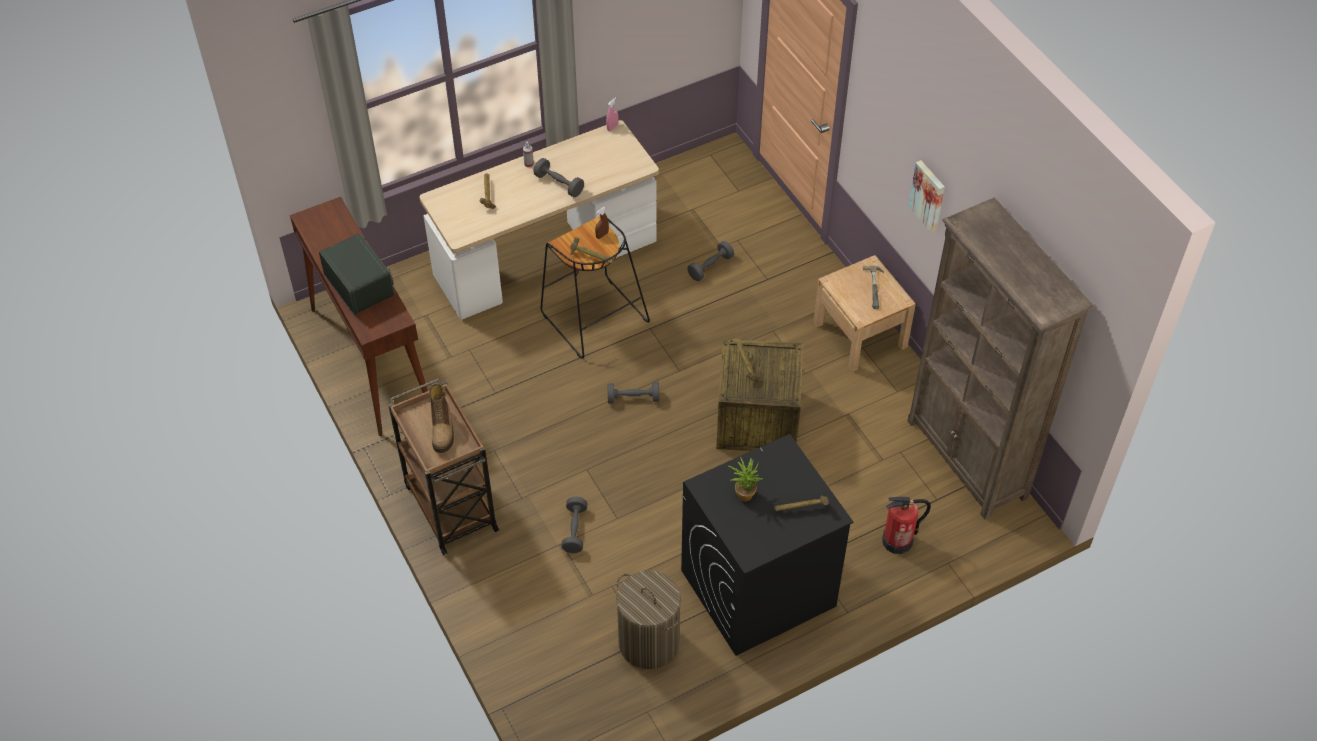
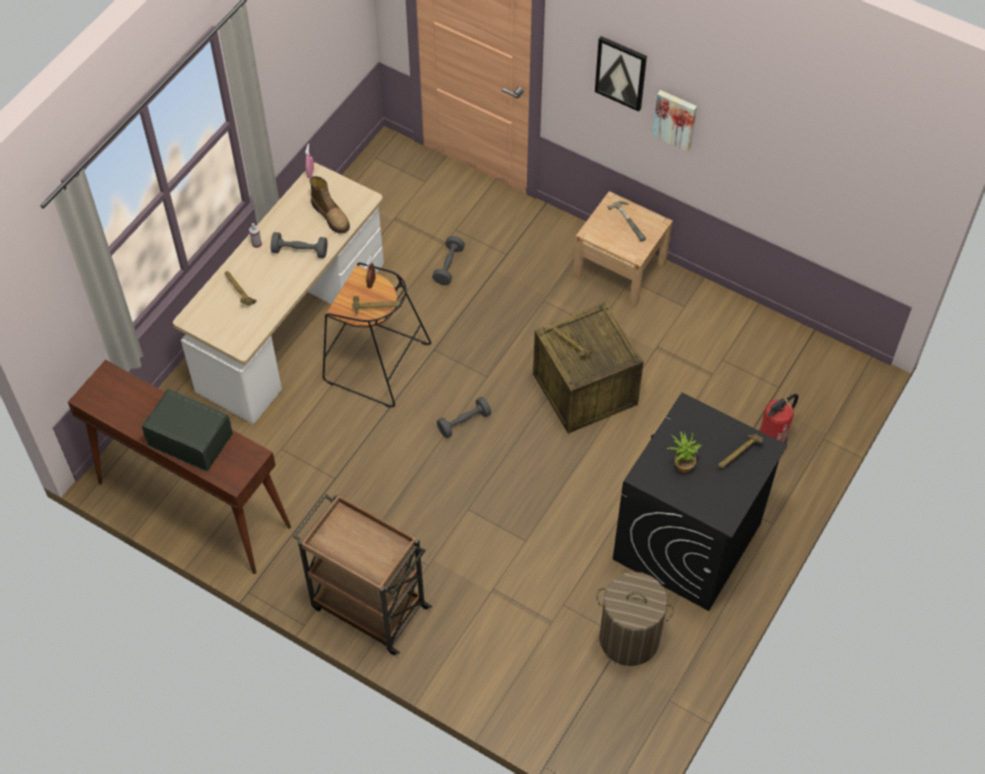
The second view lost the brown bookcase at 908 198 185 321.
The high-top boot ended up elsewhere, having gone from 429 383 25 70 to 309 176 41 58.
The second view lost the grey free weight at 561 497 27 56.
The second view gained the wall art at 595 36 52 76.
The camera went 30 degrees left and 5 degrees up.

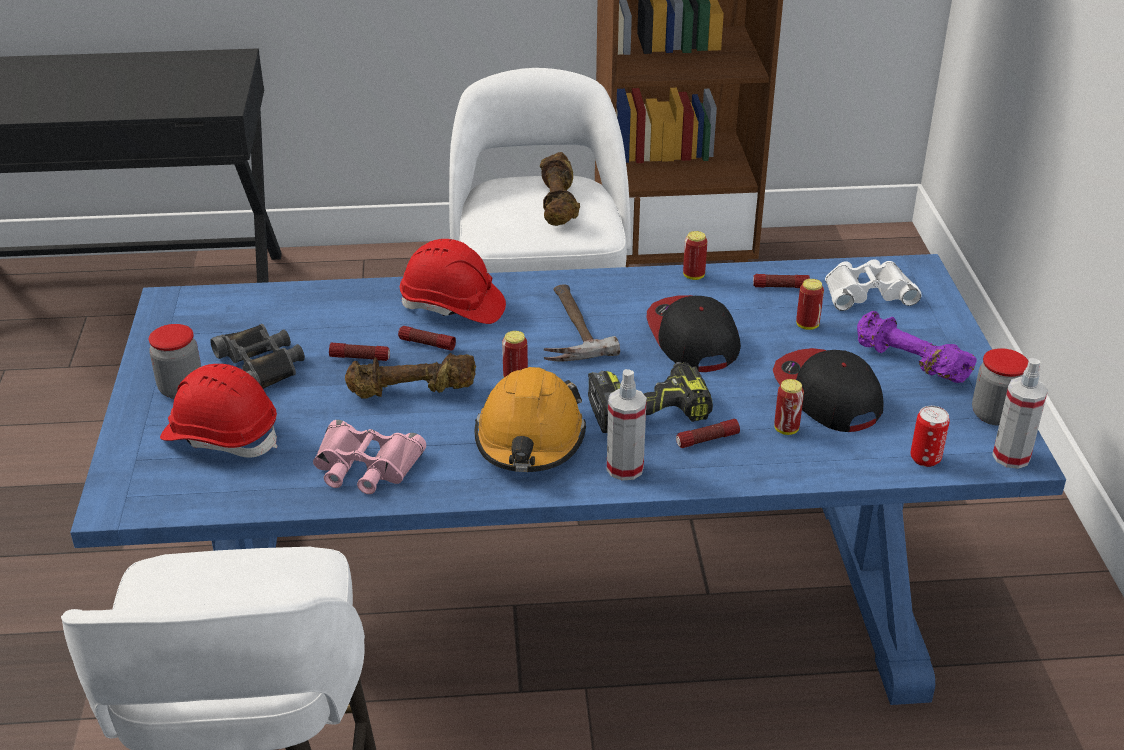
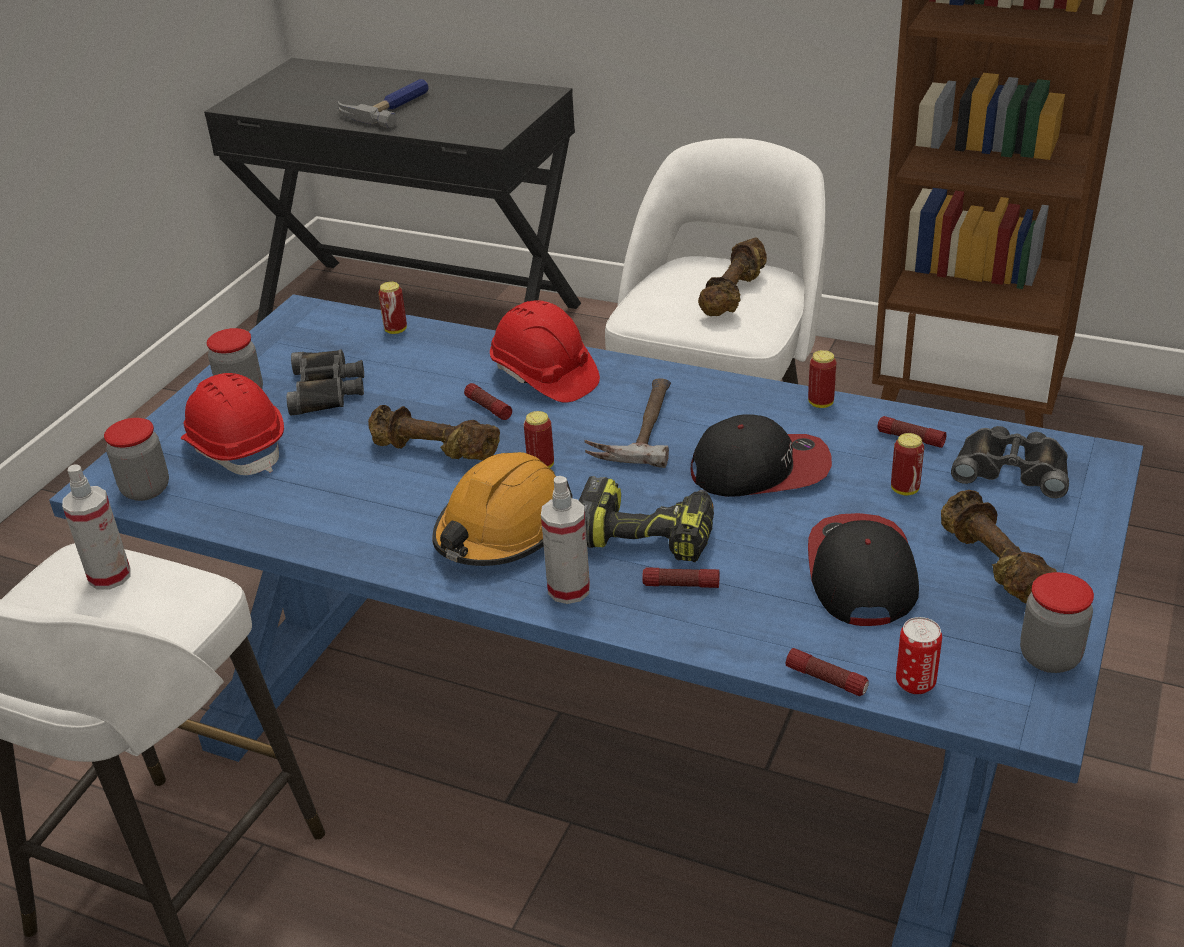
What was the whitish field glasses at 825 259 97 52 turned into the black-coloured field glasses at 951 426 118 72.
The peaked cap at 647 295 94 77 ended up facing another way, 75 degrees clockwise from before.
What was the purple free weight at 857 311 120 72 turned into the brown free weight at 941 490 116 113.
The flashlight ended up elsewhere, having gone from 329 343 61 18 to 786 648 83 48.
The hand sprayer ended up elsewhere, having gone from 992 358 56 111 to 62 464 69 126.
The can ended up elsewhere, having gone from 774 379 30 56 to 378 282 29 52.
The second view lost the pinkish field glasses at 313 420 113 74.
The second view gained the hand hammer at 338 79 91 49.
The second view gained the jar at 104 418 65 83.
The camera went 30 degrees right and 0 degrees up.

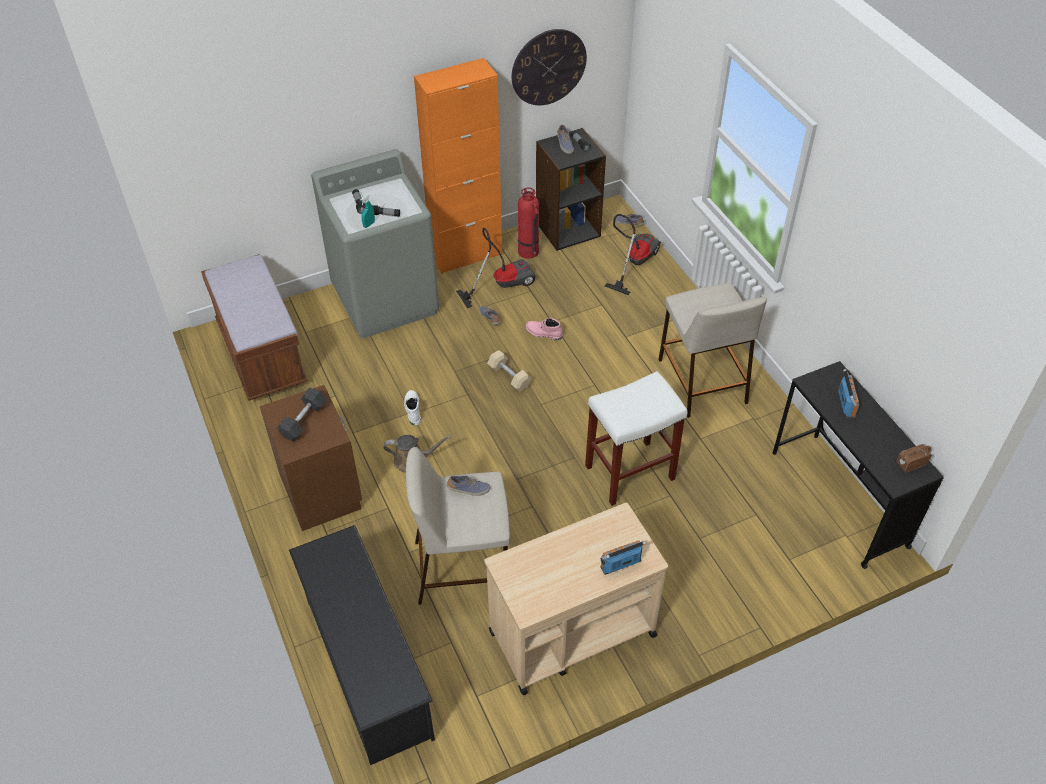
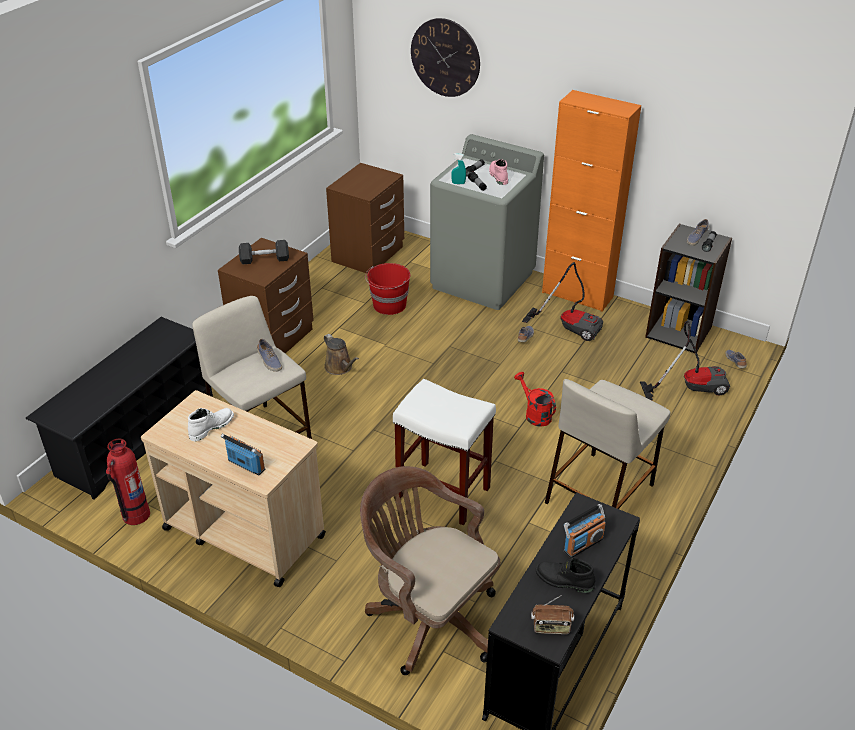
The hanging clock ended up elsewhere, having gone from 512 29 75 76 to 411 18 69 79.
The fire-fighting cylinder ended up elsewhere, having gone from 518 188 21 71 to 106 439 44 86.
Where the brown bench stood at 201 254 107 147, the brown night table came to stand at 326 163 78 110.
The pinkish high-top boot ended up elsewhere, having gone from 526 317 37 23 to 489 159 19 26.
The second view lost the beige-coloured free weight at 487 350 45 42.
The whitish high-top boot ended up elsewhere, having gone from 404 390 17 35 to 188 408 46 33.
The radio receiver at 897 444 35 28 ended up facing another way, 150 degrees clockwise from before.
The second view gained the red-coloured bucket at 365 263 46 52.
The second view gained the red-coloured watering pot at 514 372 42 55.
The second view gained the brown desk chair at 360 466 140 209.
The second view gained the black-coloured high-top boot at 536 557 59 36.
The camera went 55 degrees right and 10 degrees down.

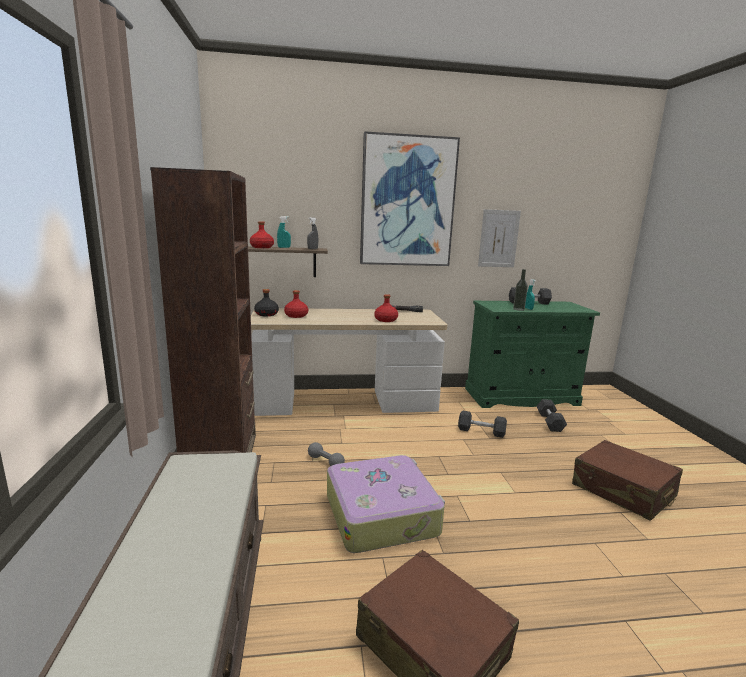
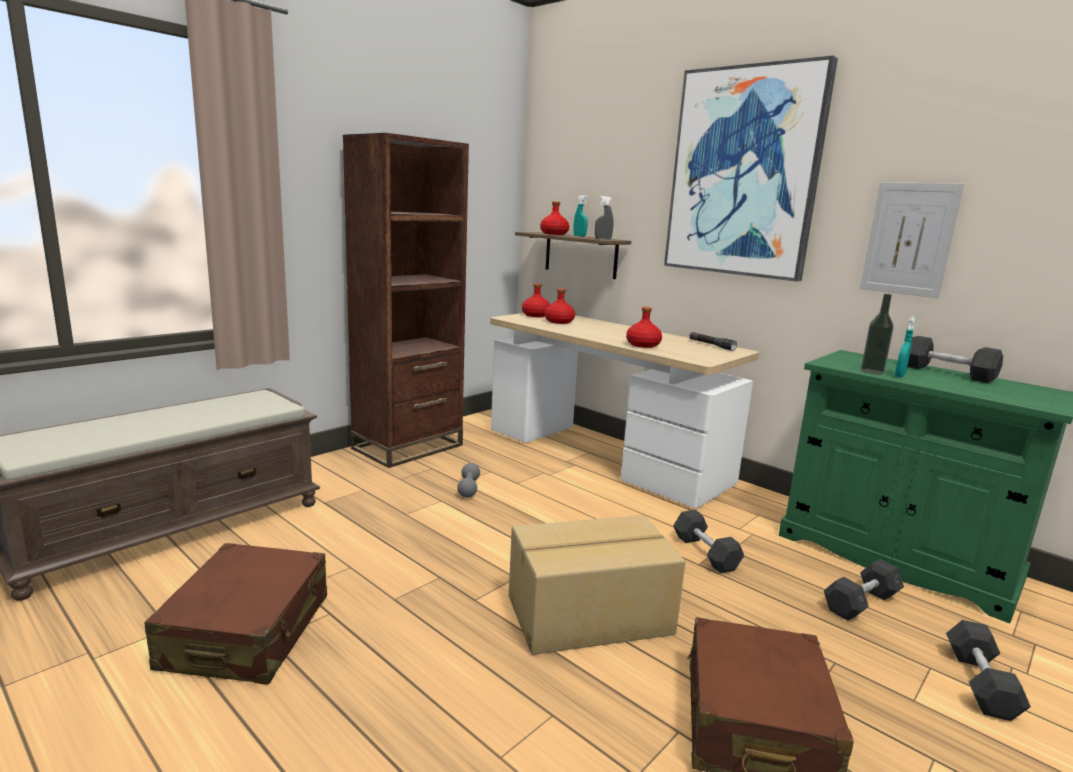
What was the black-coloured bottle at 254 289 25 27 turned into the red-coloured bottle at 522 284 28 33.
The second view lost the travel case at 327 455 118 98.
The second view gained the cardboard box at 509 515 176 140.
The second view gained the grey free weight at 946 620 85 101.
The camera went 50 degrees right and 0 degrees up.

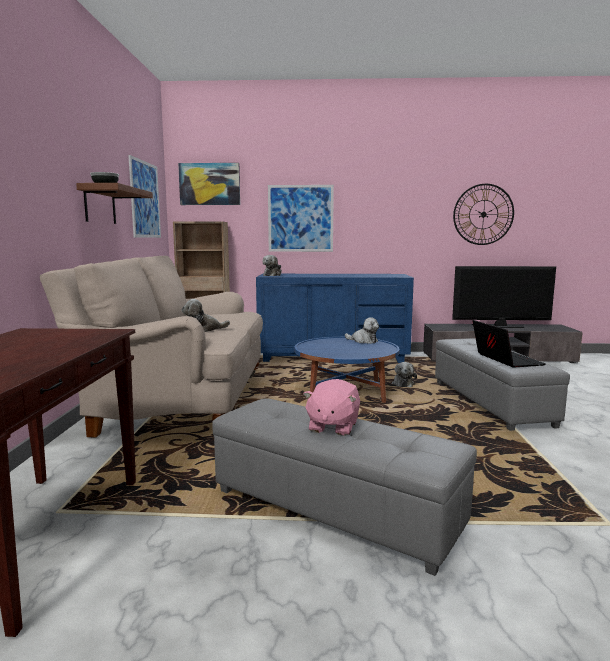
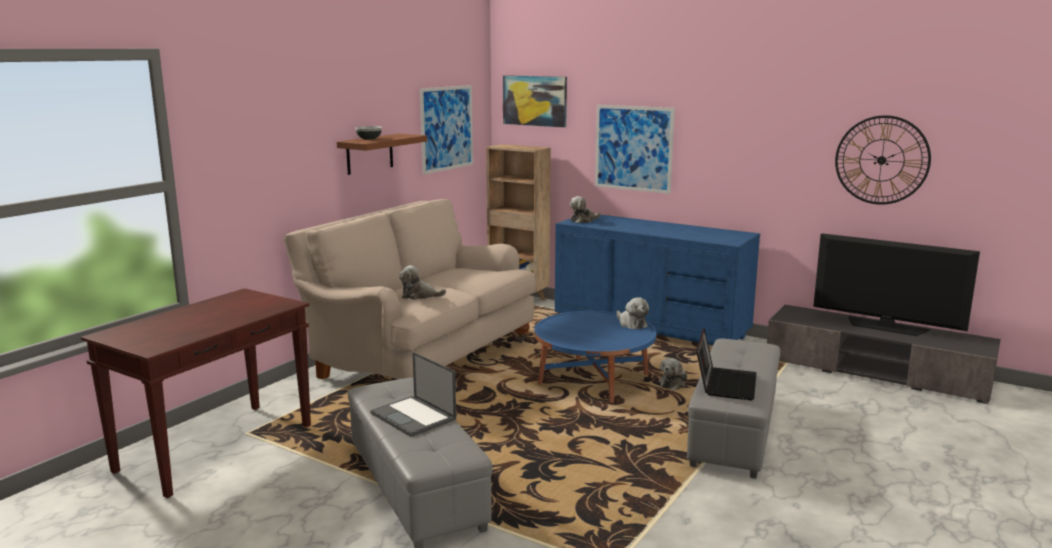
Where the pinkish soft toy stood at 303 379 57 57, the notebook computer came to stand at 370 352 86 85.
The camera went 30 degrees right and 5 degrees up.

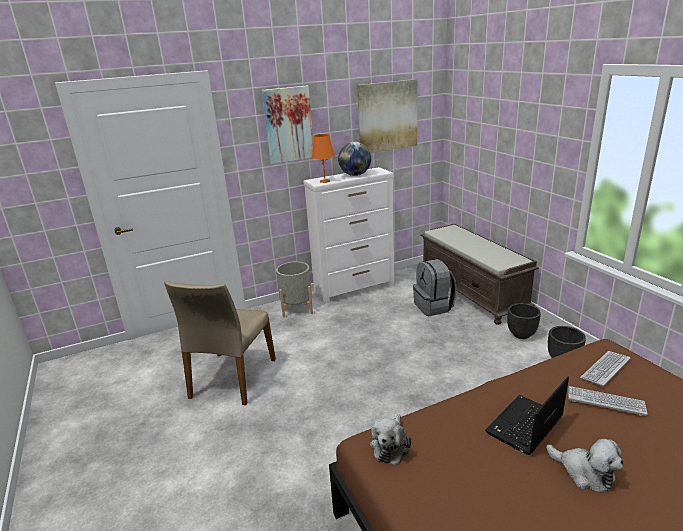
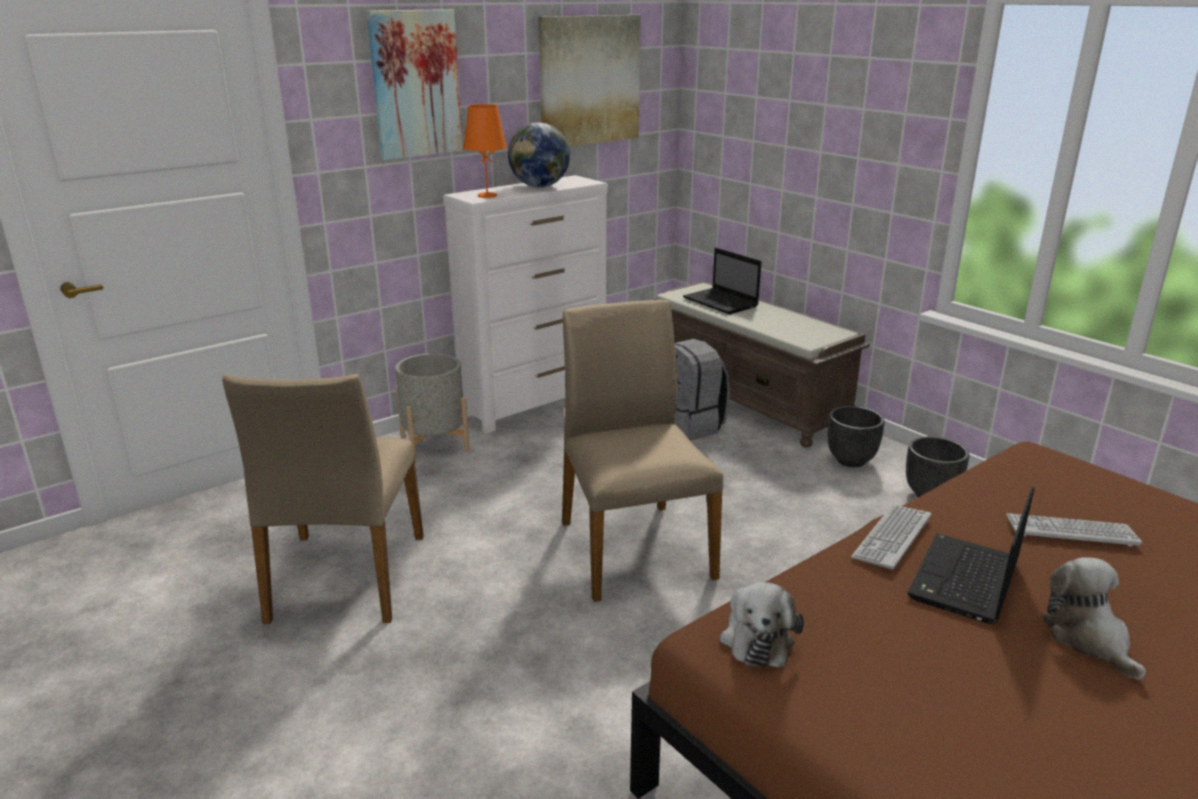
The keyboard ended up elsewhere, having gone from 580 351 51 36 to 851 505 80 65.
The soft toy at 546 439 77 53 ended up facing another way, 135 degrees counterclockwise from before.
The second view gained the notebook computer at 683 248 78 66.
The second view gained the beige-coloured upright chair at 562 300 161 302.
The camera went 15 degrees left and 0 degrees up.

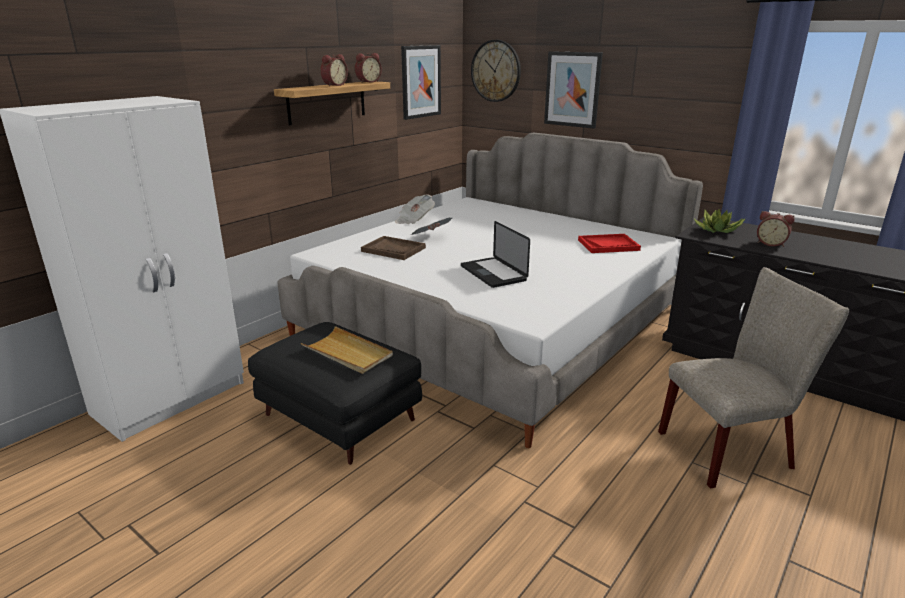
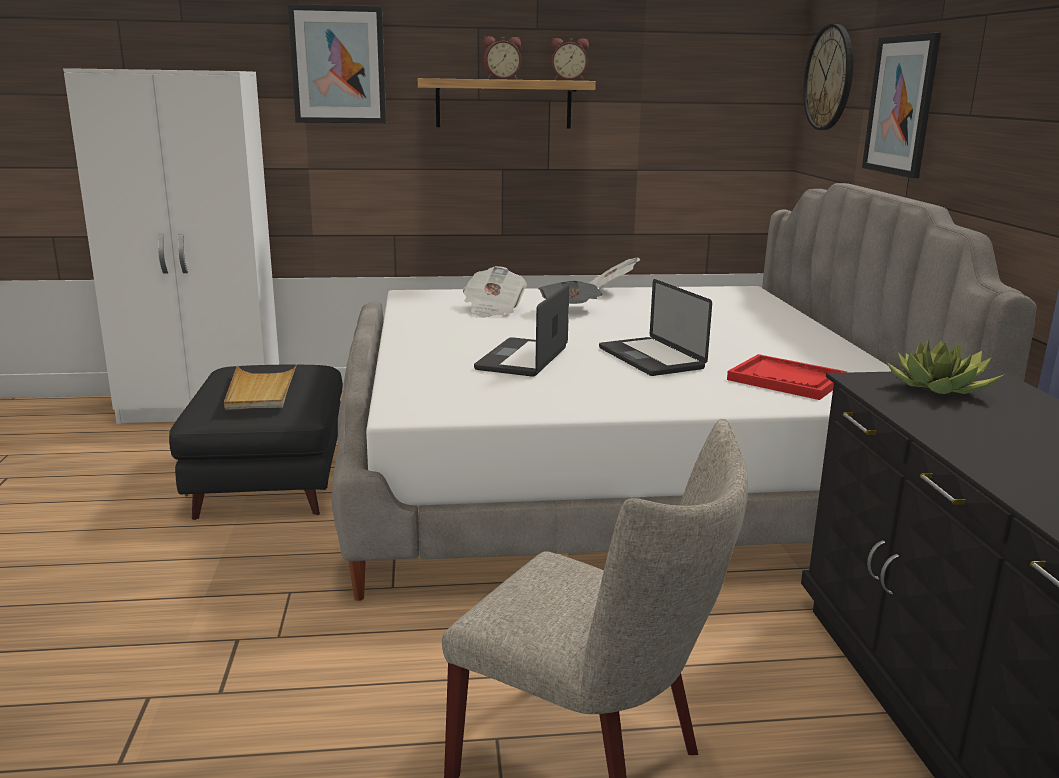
The wall art ended up elsewhere, having gone from 401 45 40 75 to 287 4 99 119.
The second view lost the bedside clock at 757 211 38 36.
Where the brown tray stood at 361 236 65 24, the daily paper came to stand at 463 266 64 52.
The second view gained the notebook computer at 599 279 113 97.
The camera went 45 degrees right and 5 degrees down.

